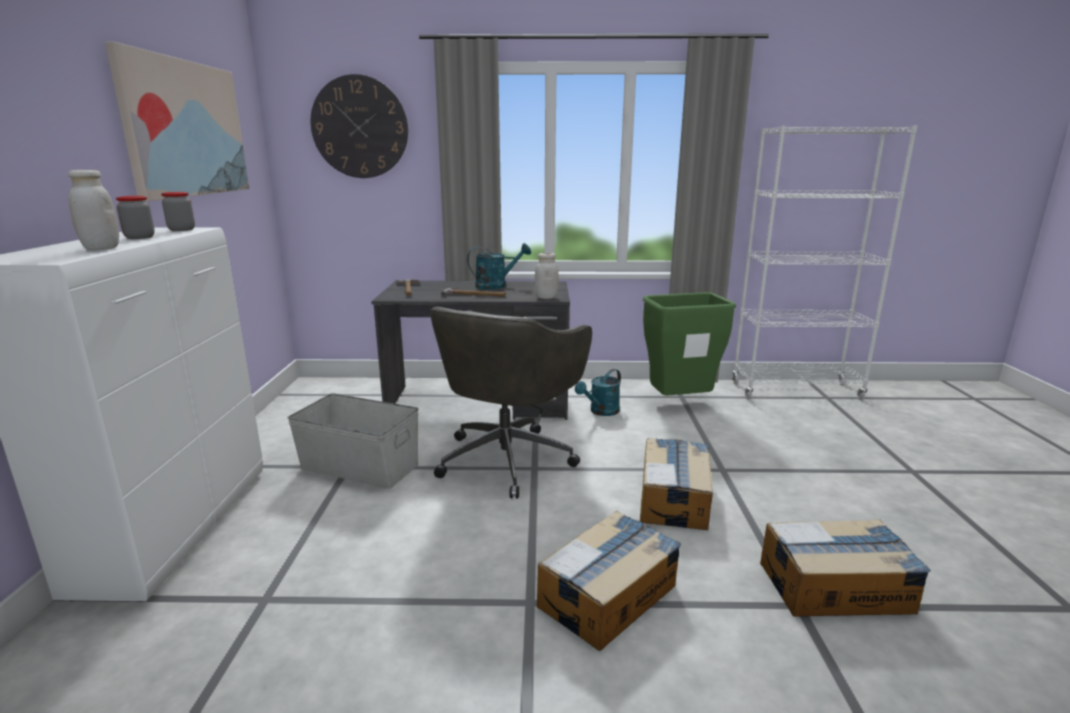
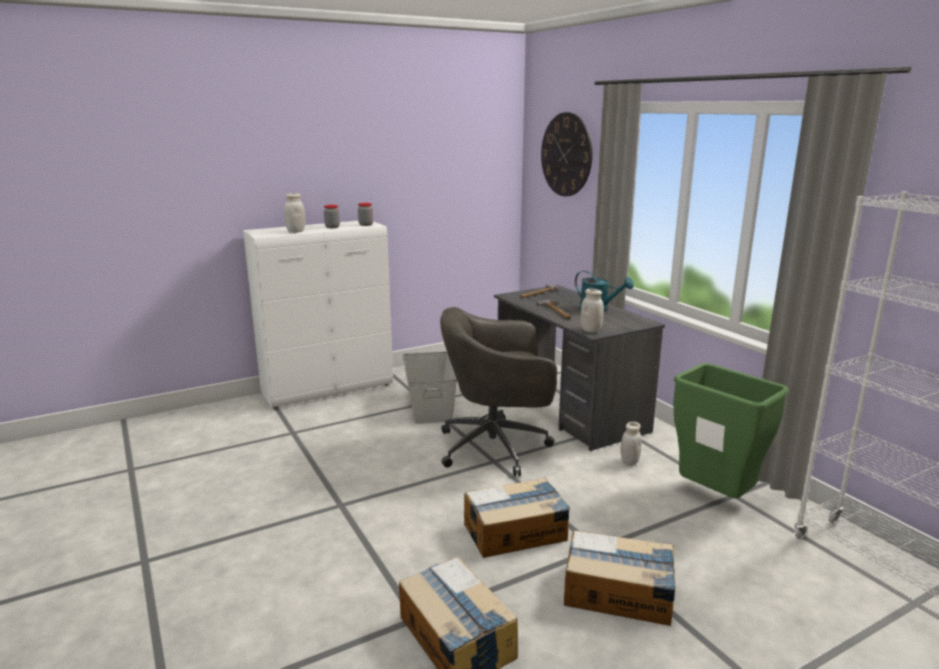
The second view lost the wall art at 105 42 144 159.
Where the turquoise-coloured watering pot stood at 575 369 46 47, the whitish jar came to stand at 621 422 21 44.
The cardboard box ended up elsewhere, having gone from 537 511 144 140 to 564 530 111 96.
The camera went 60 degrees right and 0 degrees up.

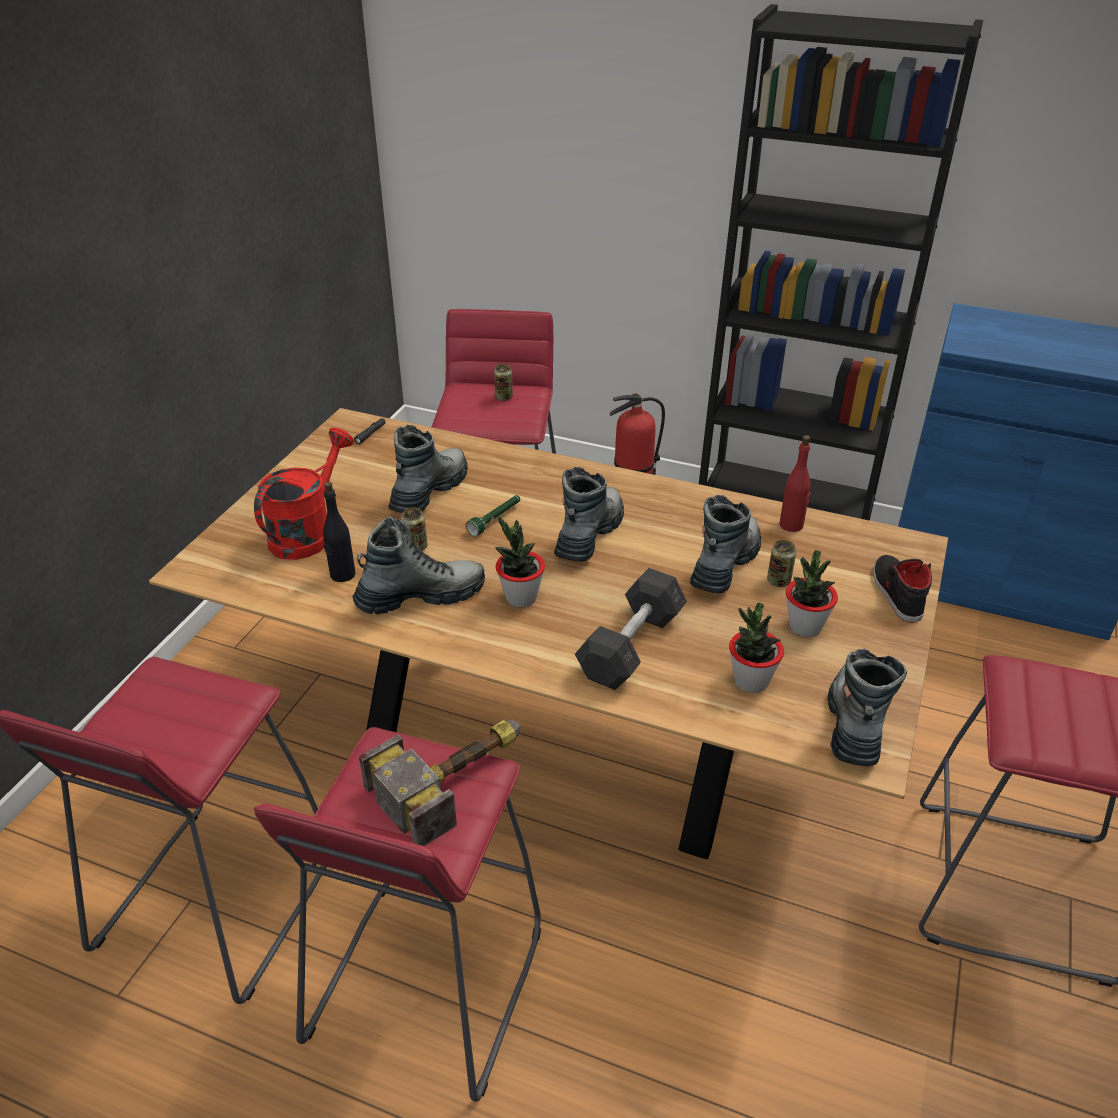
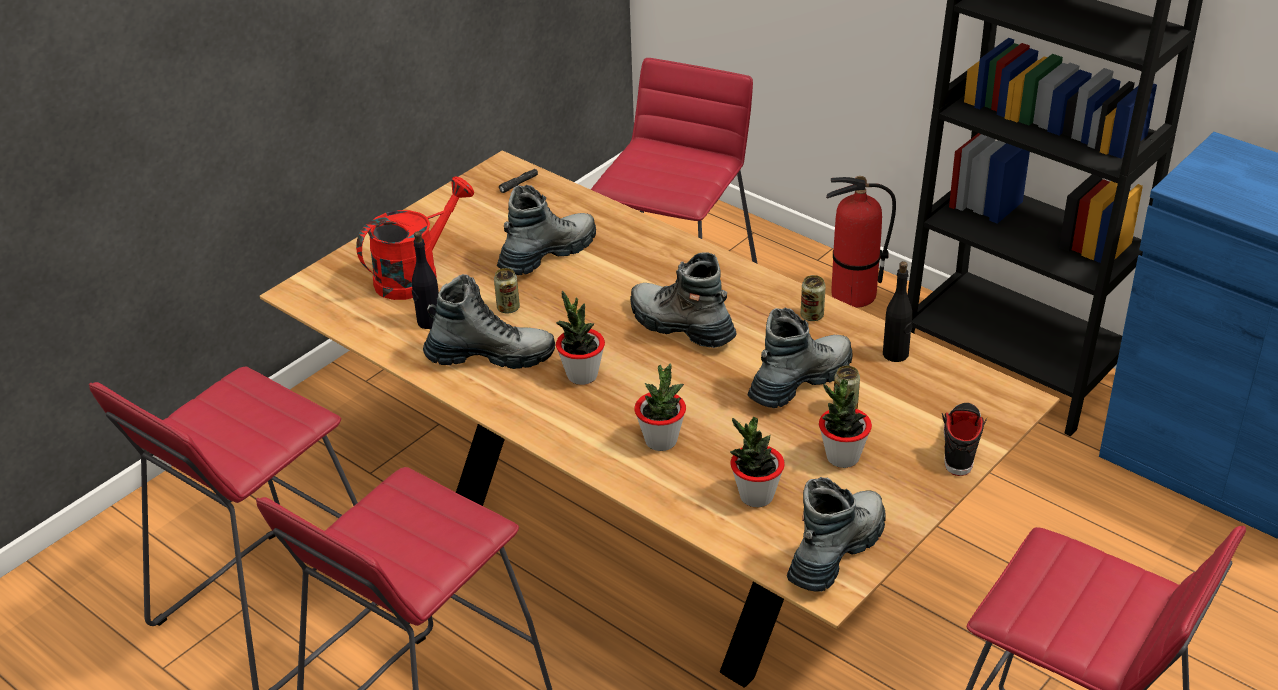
The can ended up elsewhere, having gone from 494 364 19 37 to 801 275 25 46.
What was the red-coloured bottle at 779 435 32 97 turned into the black-coloured bottle at 883 261 30 101.
The high-top boot at 554 467 70 95 ended up facing another way, 90 degrees counterclockwise from before.
The second view lost the green-coloured flashlight at 466 495 54 42.
Where the grey free weight stood at 575 568 112 122, the potted plant came to stand at 634 363 52 88.
The second view lost the hand hammer at 359 720 162 126.
The camera went 20 degrees right and 0 degrees up.

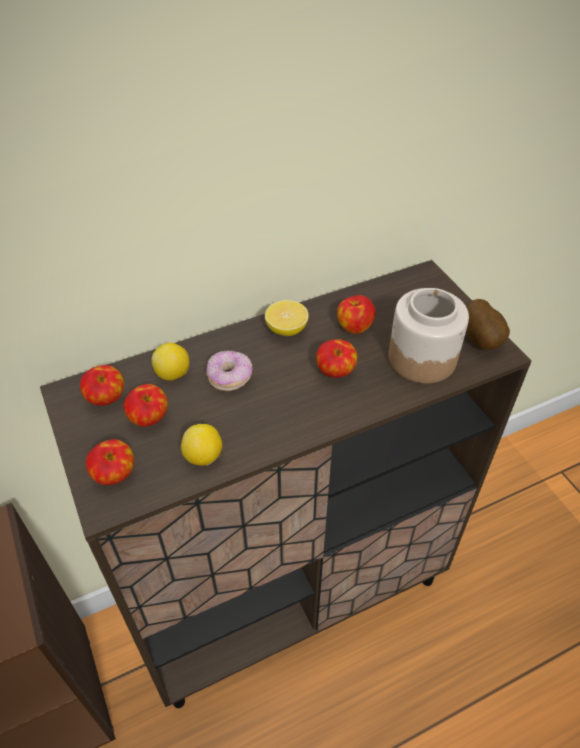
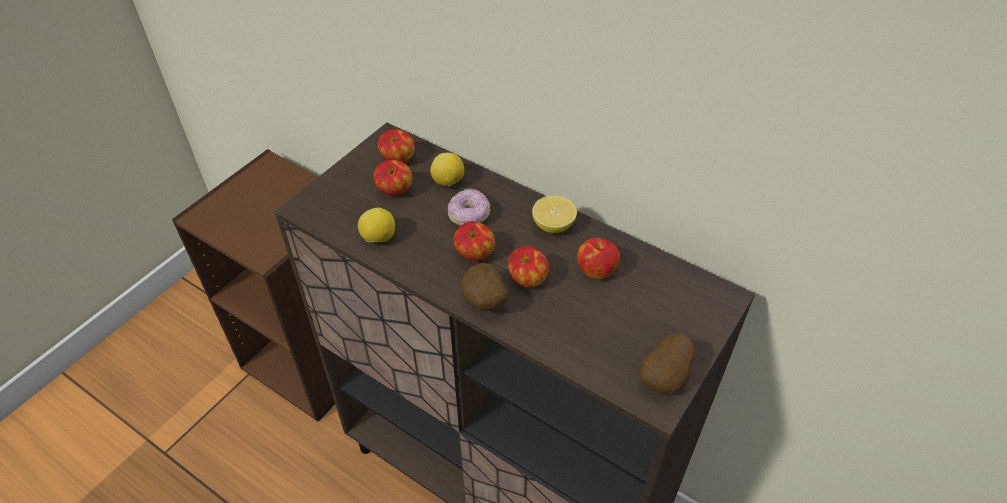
The second view lost the jar at 388 288 81 96.
The apple fruit ended up elsewhere, having gone from 86 439 48 46 to 454 222 41 39.
The second view gained the potato at 460 263 49 48.
The camera went 60 degrees right and 0 degrees up.

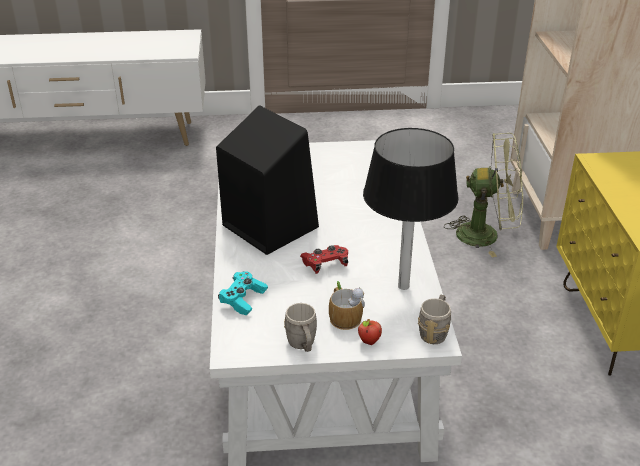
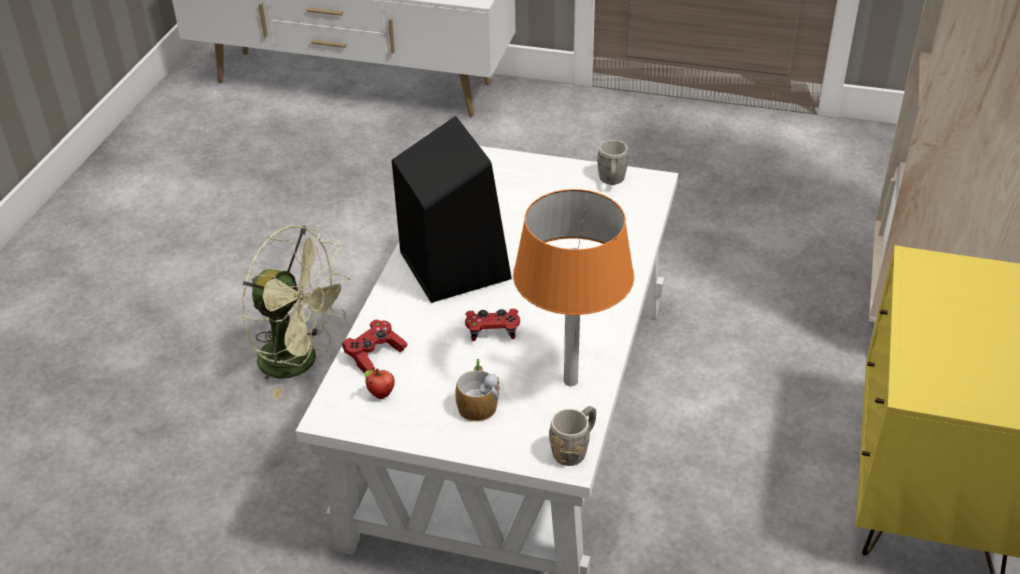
What was the black-coloured lamp for a table at 363 128 96 162 turned into the orange lamp for a table at 513 189 121 197.
The green-coloured fan ended up elsewhere, having gone from 444 133 79 124 to 242 225 109 173.
What was the turquoise-coloured gamepad at 218 271 50 44 turned into the red-coloured gamepad at 342 320 65 53.
The grey tea mug ended up elsewhere, having gone from 284 303 33 49 to 597 140 32 45.
The apple fruit ended up elsewhere, having gone from 358 319 24 26 to 365 369 30 30.
The camera went 20 degrees right and 5 degrees up.

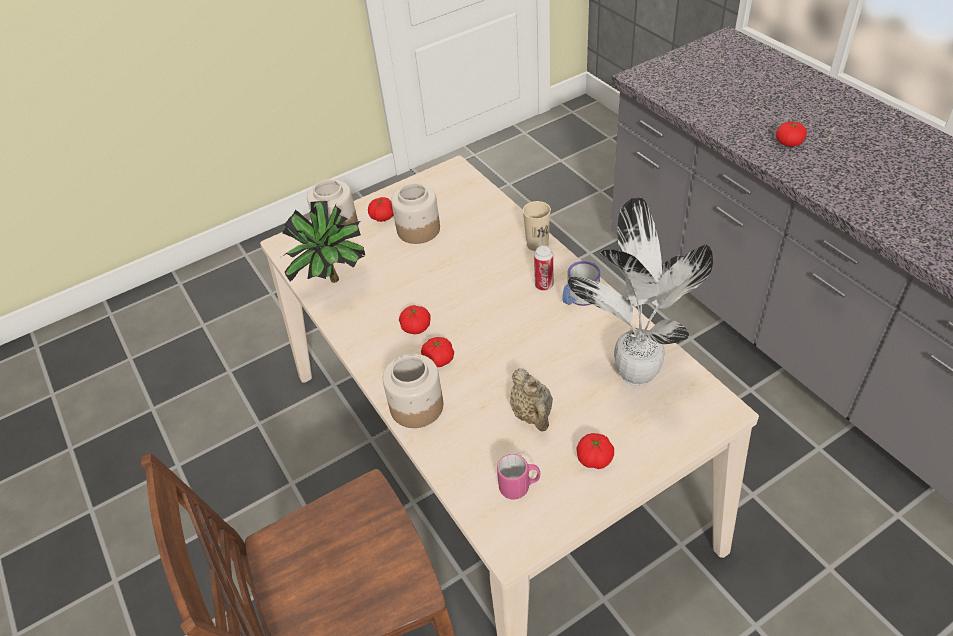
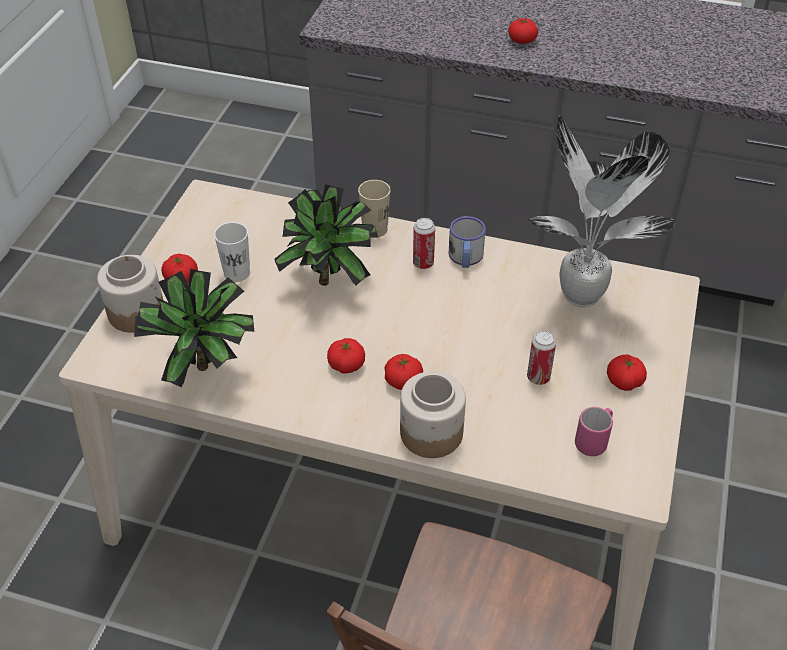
Where the jar stood at 391 183 49 61, the whitish small cup came to stand at 214 222 36 60.
Where the beige-coloured teapot stood at 510 368 43 63, the can came to stand at 527 331 29 54.
The second view gained the potted plant at 274 184 105 102.
The camera went 45 degrees left and 0 degrees up.

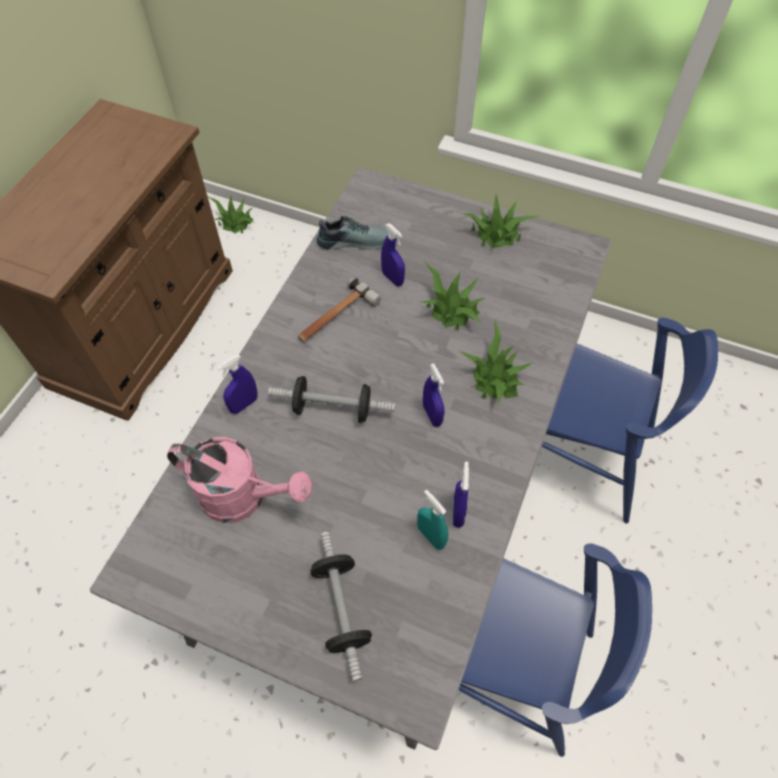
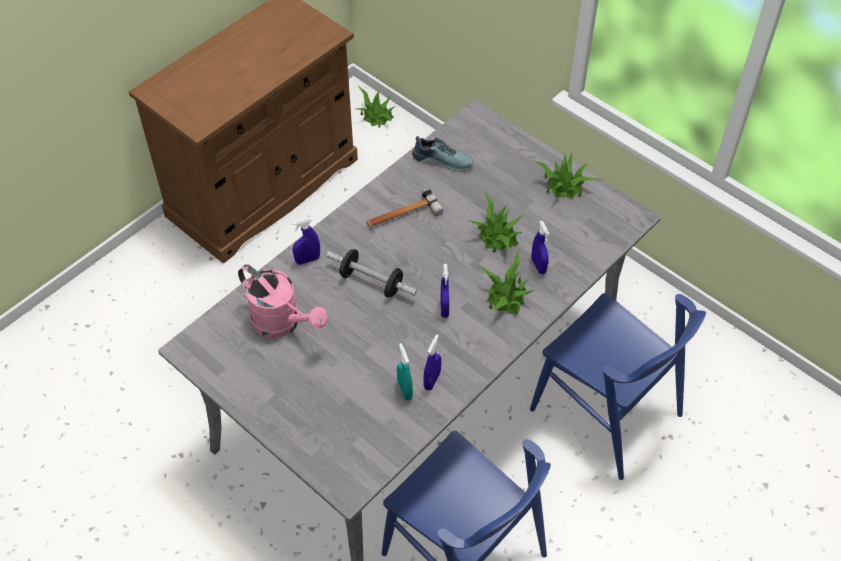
The blue-coloured hand sprayer ended up elsewhere, having gone from 381 223 24 63 to 532 221 17 53.
The second view lost the free weight at 310 532 62 150.
The camera went 20 degrees right and 5 degrees down.

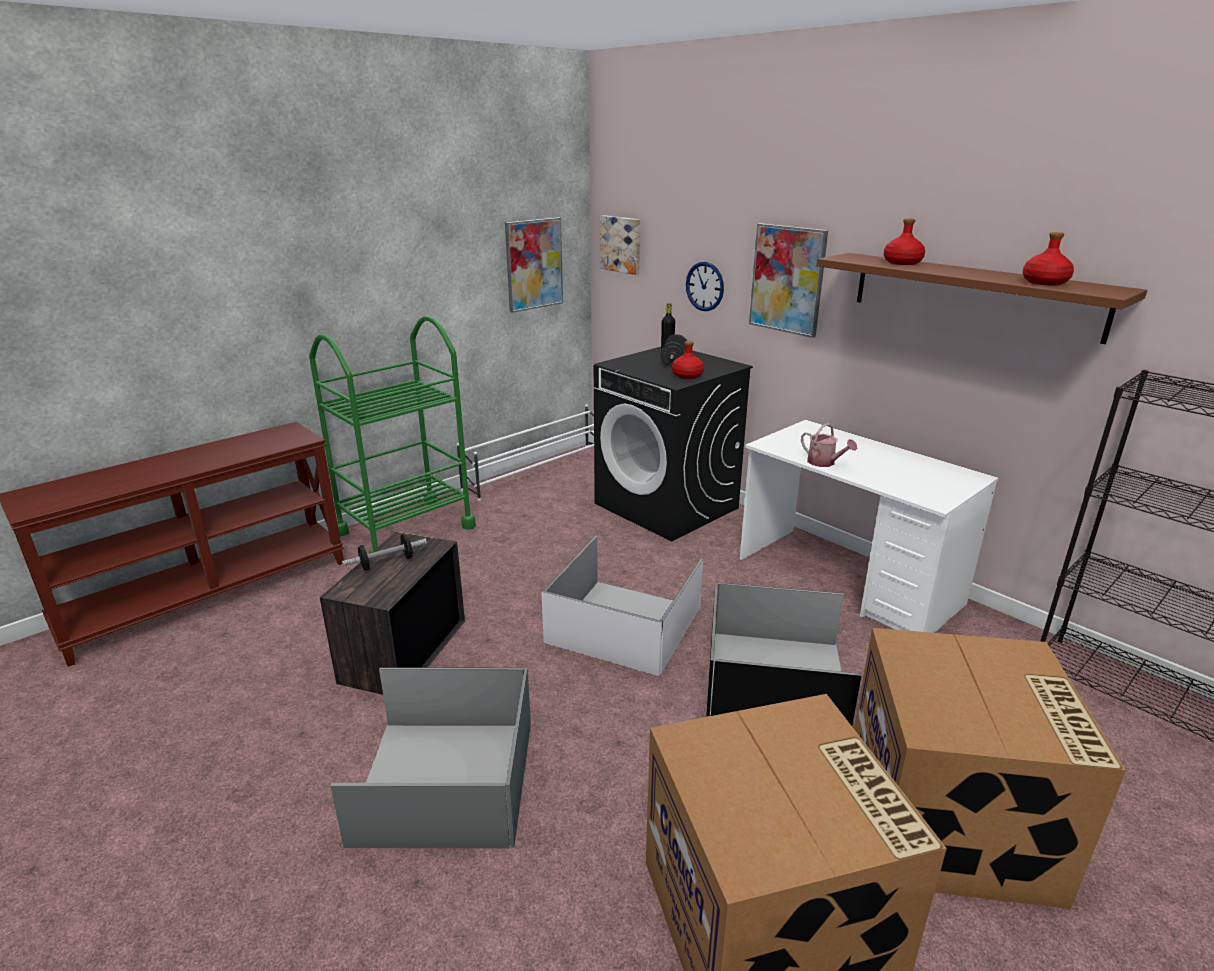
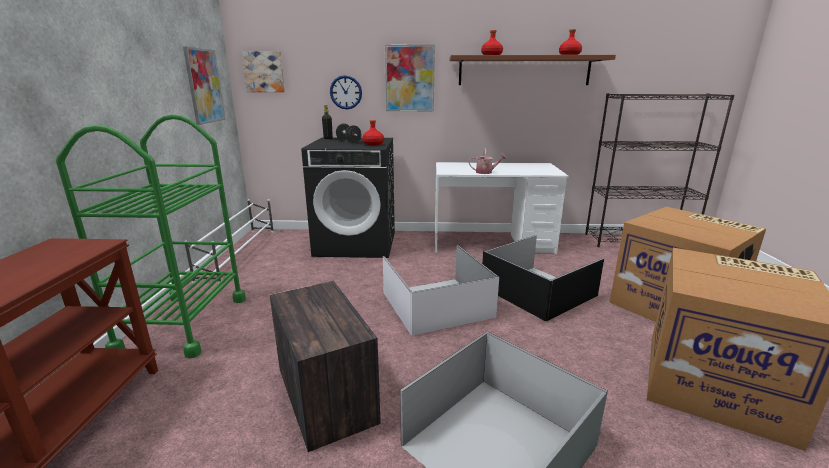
The second view lost the free weight at 342 534 85 37.
The camera went 45 degrees left and 5 degrees down.

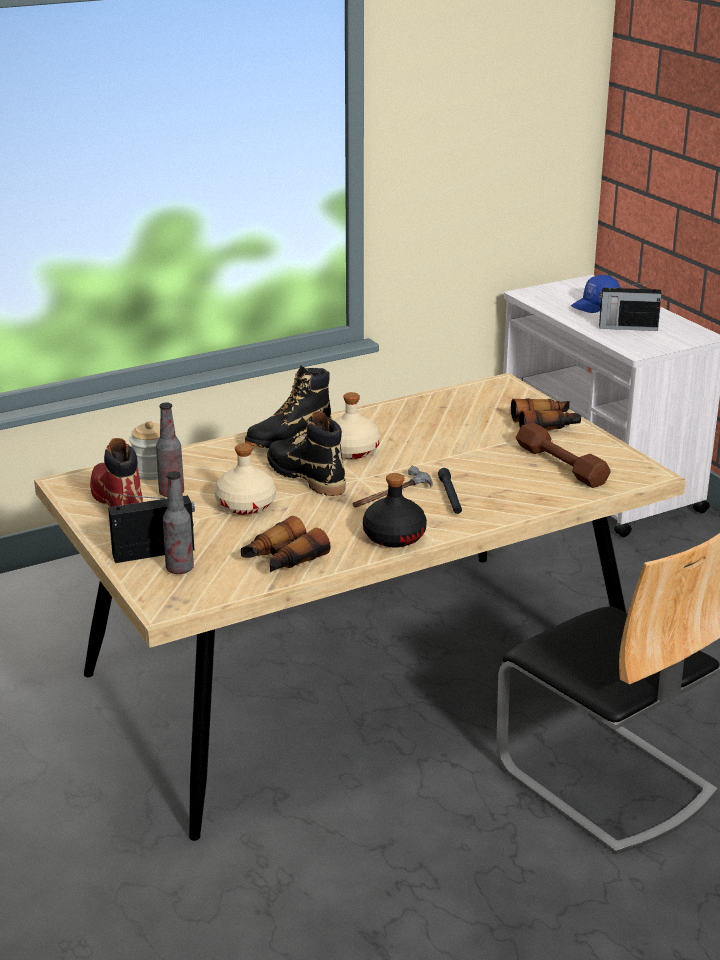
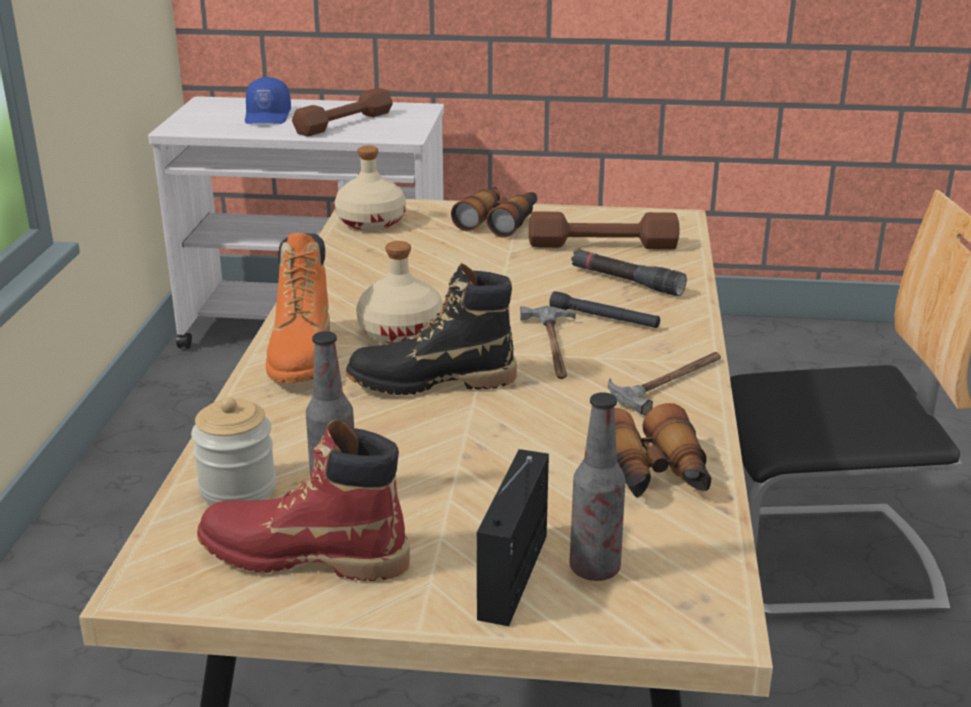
Where the radio receiver stood at 599 281 63 50, the brown free weight came to stand at 292 88 101 48.
What was the black-coloured high-top boot at 245 365 87 83 turned into the orange high-top boot at 266 233 64 150.
The beige-coloured bottle ended up elsewhere, having gone from 215 443 61 72 to 334 146 72 84.
Where the black-coloured bottle stood at 363 473 64 75, the hand hammer came to stand at 608 352 113 64.
The second view gained the black-coloured flashlight at 571 249 116 47.
The camera went 55 degrees left and 0 degrees up.

